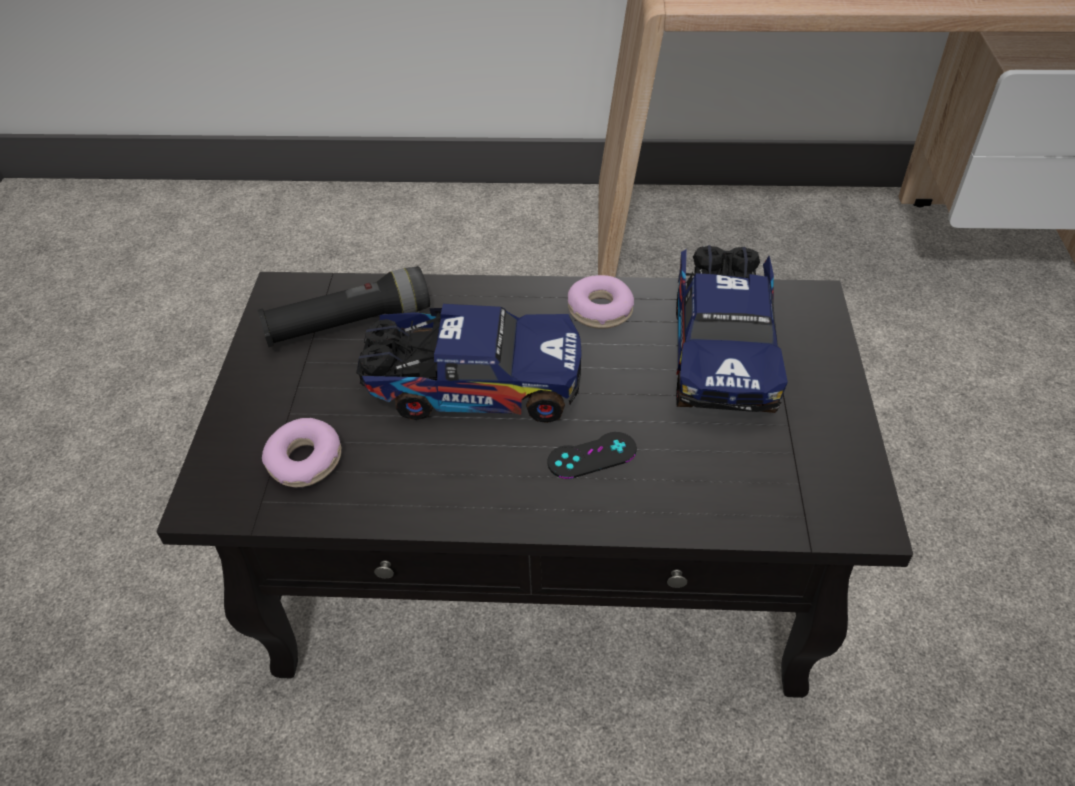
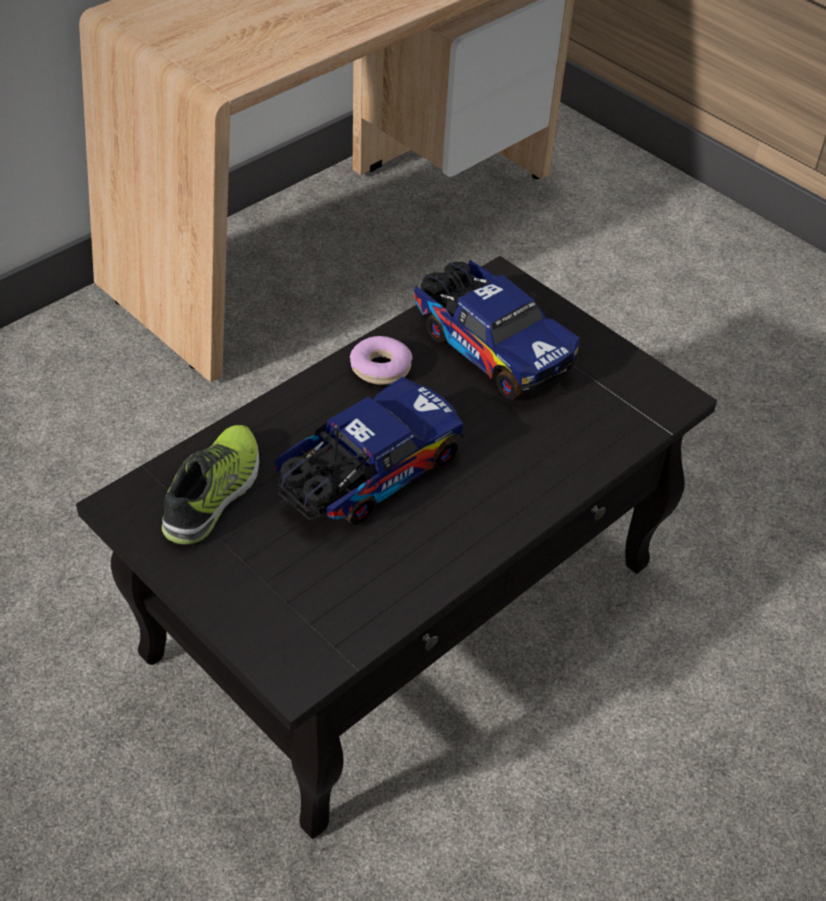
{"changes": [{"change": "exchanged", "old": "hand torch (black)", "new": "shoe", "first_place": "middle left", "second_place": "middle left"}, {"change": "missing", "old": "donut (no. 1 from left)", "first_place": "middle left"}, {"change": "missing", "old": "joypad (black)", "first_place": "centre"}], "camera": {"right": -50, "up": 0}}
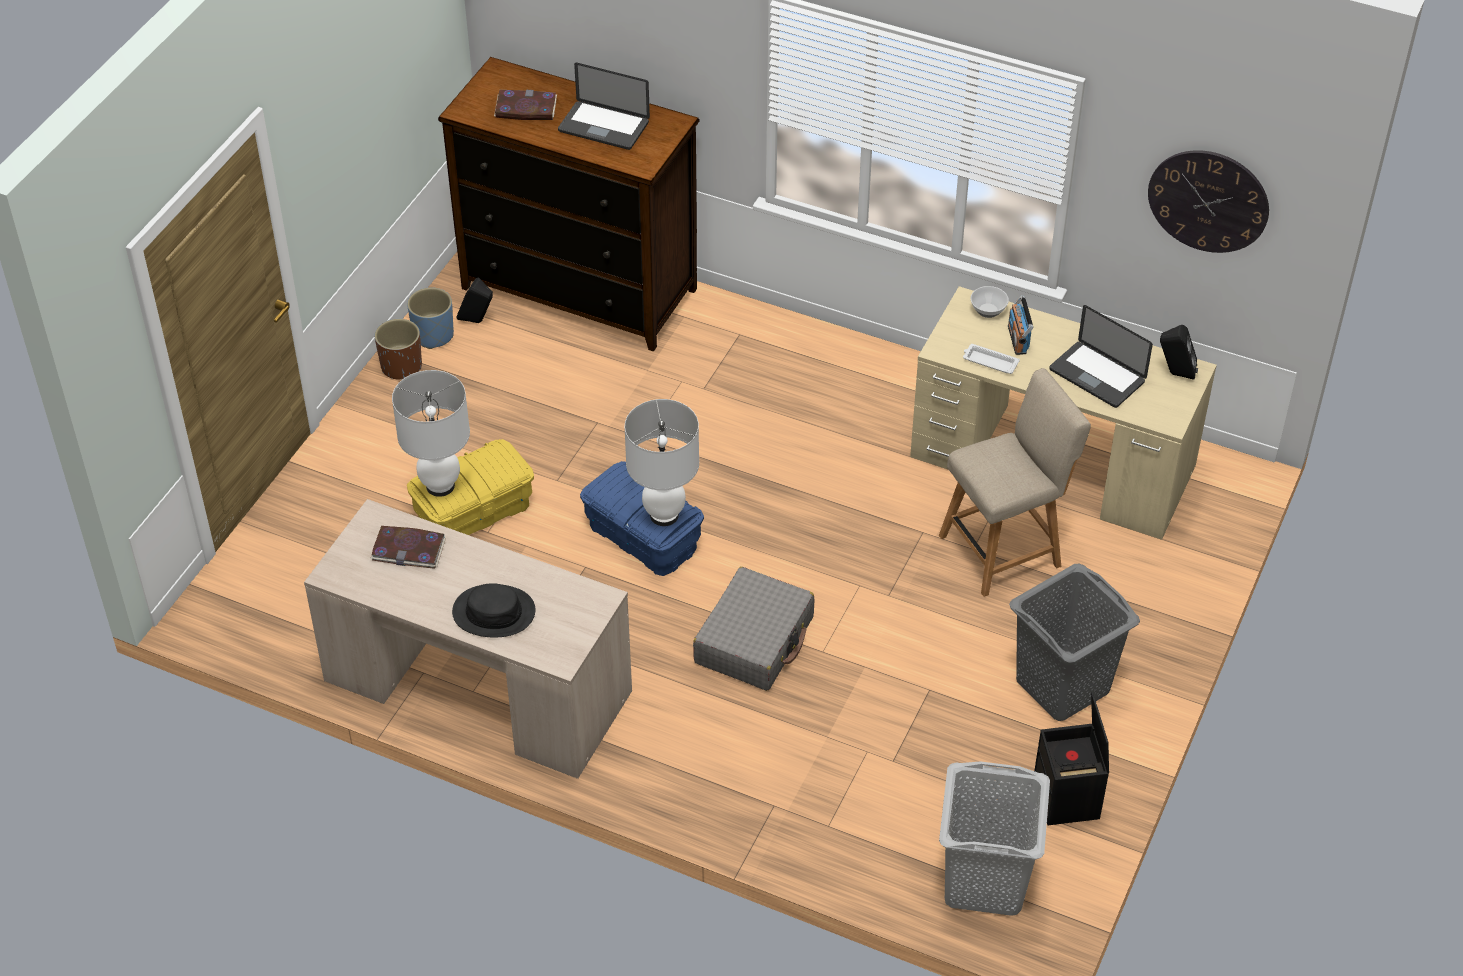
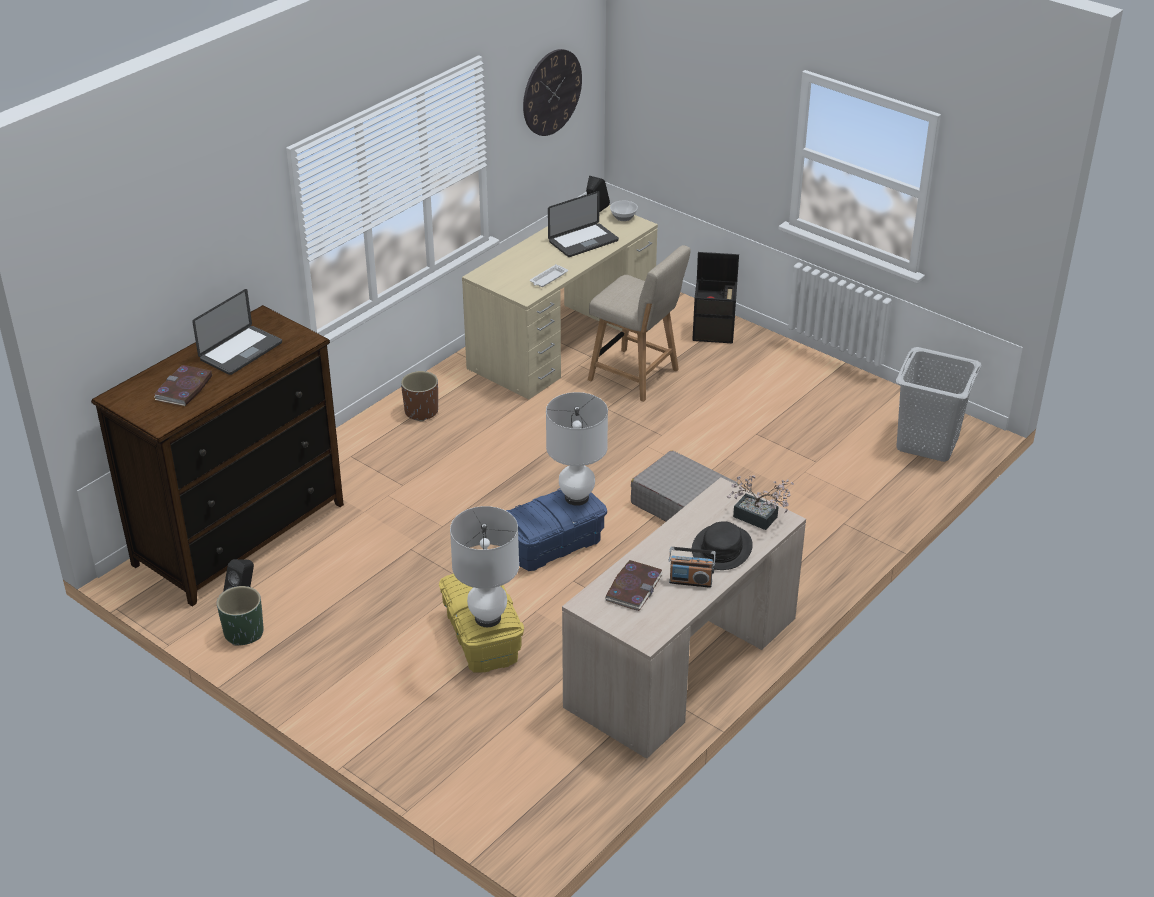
{"changes": [{"change": "relocated", "old": "plant pot (brown)", "first_place": "middle left", "second_place": "centre"}, {"change": "colour", "old": "plant pot (blue)", "new": "plant pot (green)", "first_place": "top left", "second_place": "bottom left"}, {"change": "spun", "old": "upright chair (beige-coloured)", "first_place": "middle right", "second_place": "centre", "degrees": 135}, {"change": "relocated", "old": "deep dish", "first_place": "top right", "second_place": "top centre"}, {"change": "relocated", "old": "radio receiver", "first_place": "top right", "second_place": "centre"}, {"change": "missing", "old": "laundry basket (greyish) (no. 2 from left)", "first_place": "middle right"}, {"change": "relocated", "old": "storage container (black)", "first_place": "bottom right", "second_place": "top centre"}, {"change": "appeared", "new": "plant in a pot", "second_place": "centre"}], "camera": {"right": -75, "up": -10}}
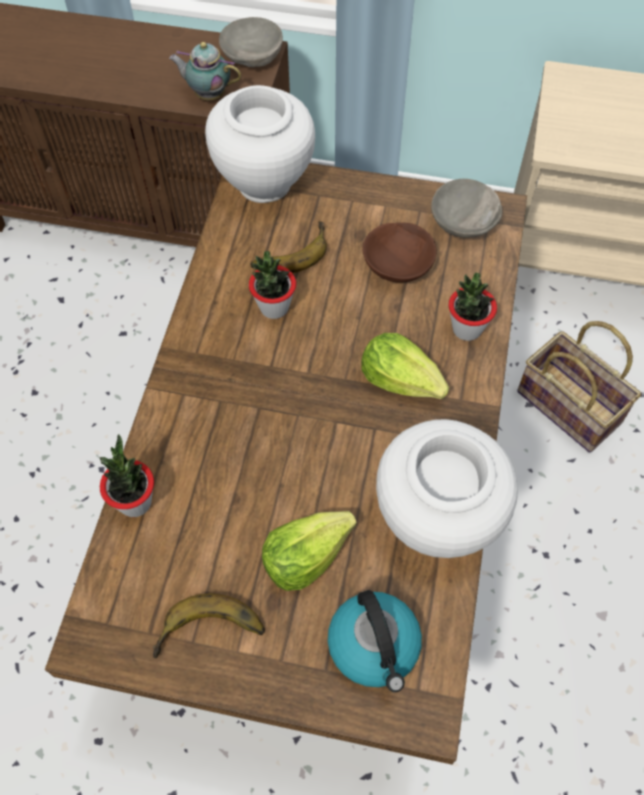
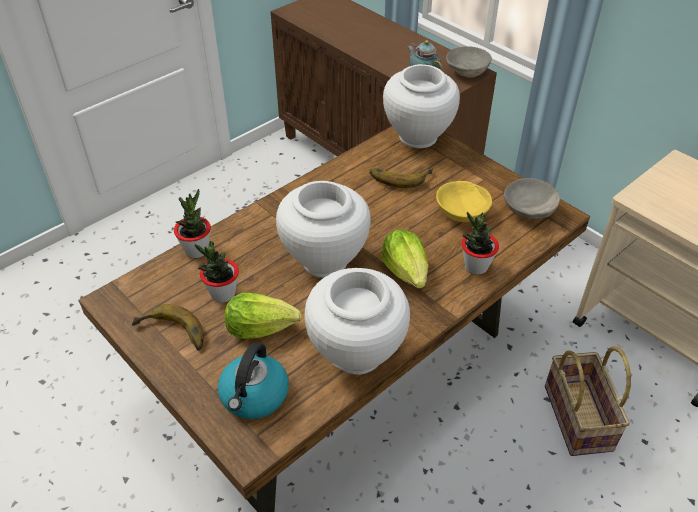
{"changes": [{"change": "relocated", "old": "plant in a pot (no. 2 from left)", "first_place": "centre", "second_place": "middle left"}, {"change": "colour", "old": "deep dish (brown)", "new": "deep dish (yellow-coloured)", "first_place": "top centre", "second_place": "centre"}, {"change": "appeared", "new": "flower vase (white-coloured) (no. 1 from left)", "second_place": "centre"}], "camera": {"right": 35, "up": -15}}
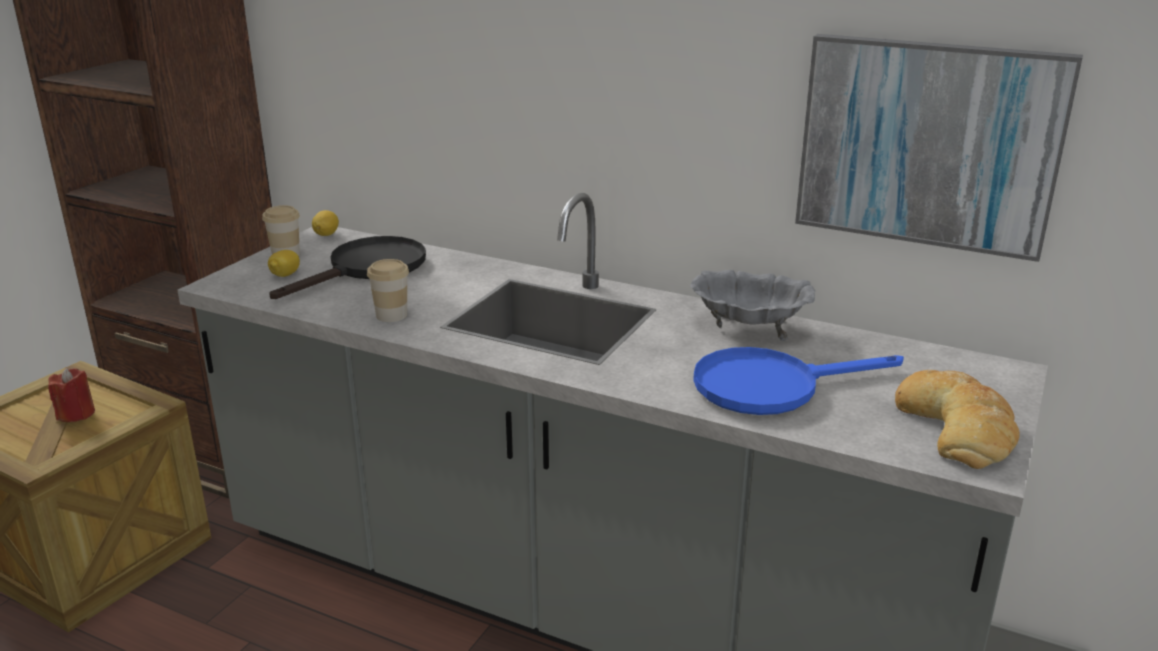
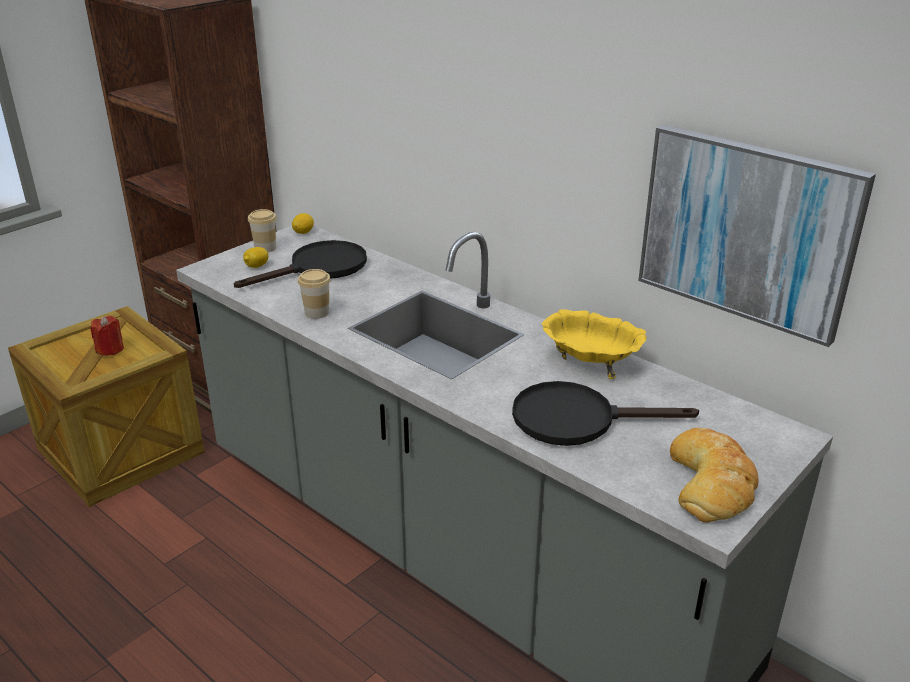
{"changes": [{"change": "colour", "old": "deep dish (greyish)", "new": "deep dish (yellow-coloured)", "first_place": "centre", "second_place": "centre"}, {"change": "colour", "old": "pan (blue)", "new": "pan (black) (no. 2 from left)", "first_place": "middle right", "second_place": "centre"}], "camera": {"right": 15, "up": 5}}
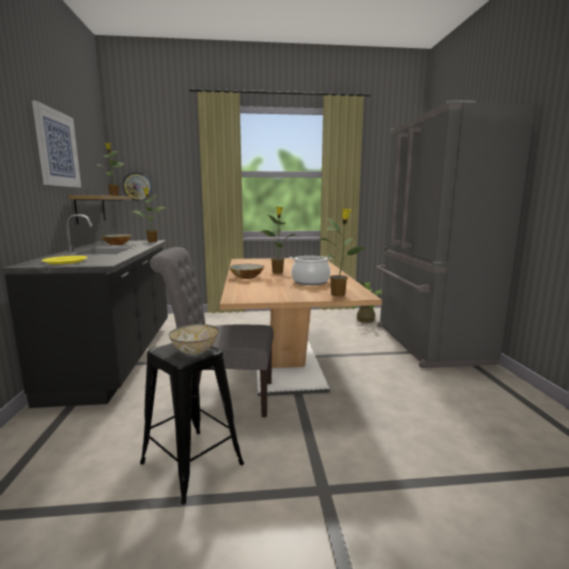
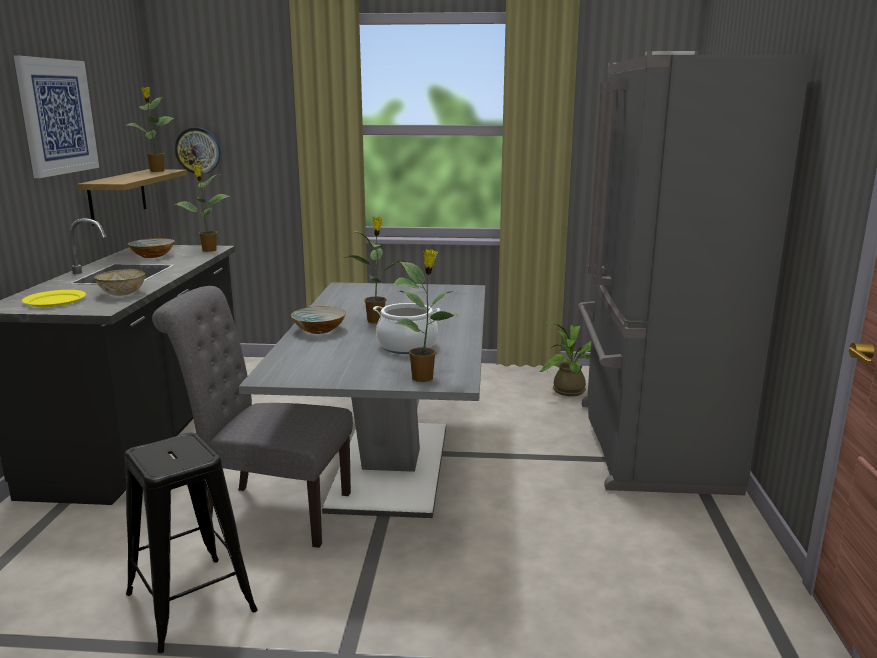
{"changes": [{"change": "relocated", "old": "deep dish (no. 2 from left in the first image)", "new": "deep dish (no. 1 from left)", "first_place": "centre", "second_place": "middle left"}, {"change": "colour", "old": "kitchen table (brown)", "new": "kitchen table (greyish)", "first_place": "centre", "second_place": "centre"}], "camera": {"right": 10, "up": 5}}
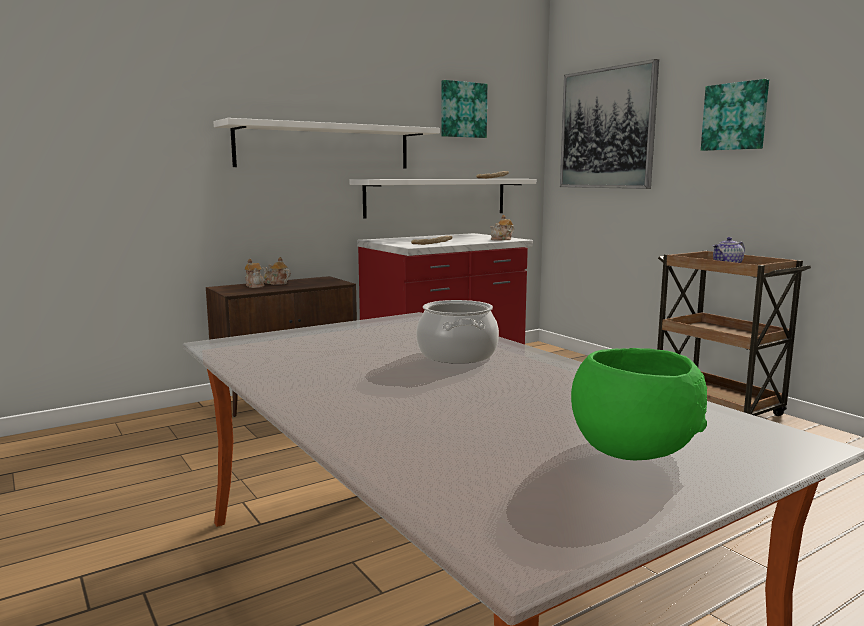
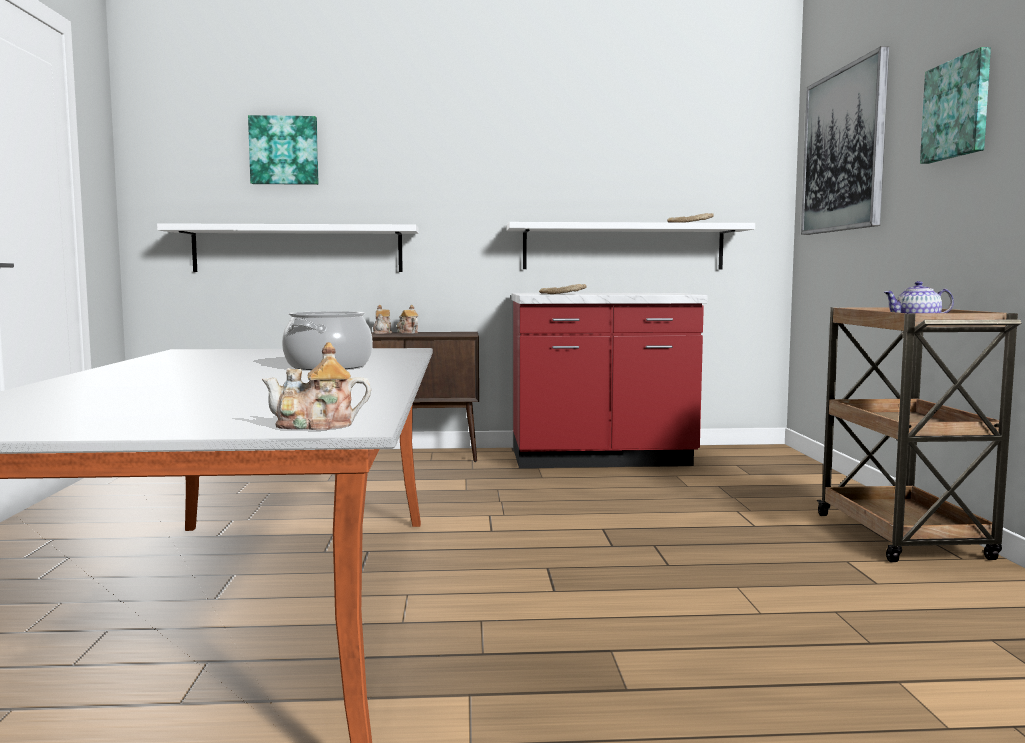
{"changes": [{"change": "relocated", "old": "wall shelf (white-coloured) (no. 1 from left)", "first_place": "top centre", "second_place": "top left"}, {"change": "relocated", "old": "wall picture (no. 1 from left)", "first_place": "top centre", "second_place": "top left"}, {"change": "relocated", "old": "tea pot (no. 3 from left in the first image)", "new": "tea pot (no. 1 from left)", "first_place": "centre", "second_place": "middle left"}, {"change": "missing", "old": "deep dish (green)", "first_place": "middle right"}], "camera": {"right": 30, "up": -5}}
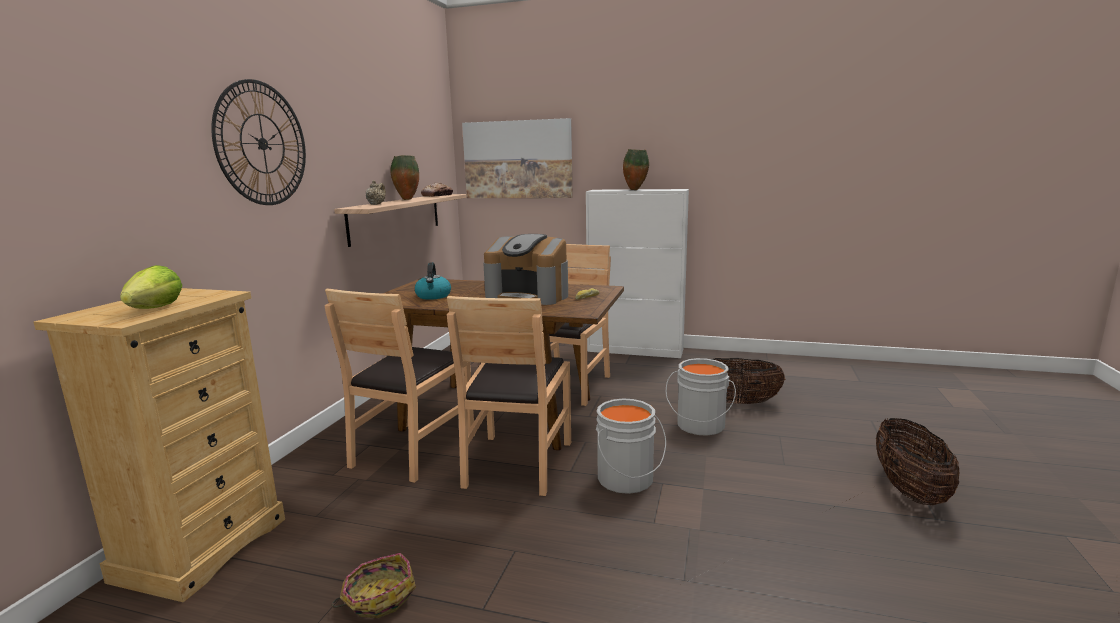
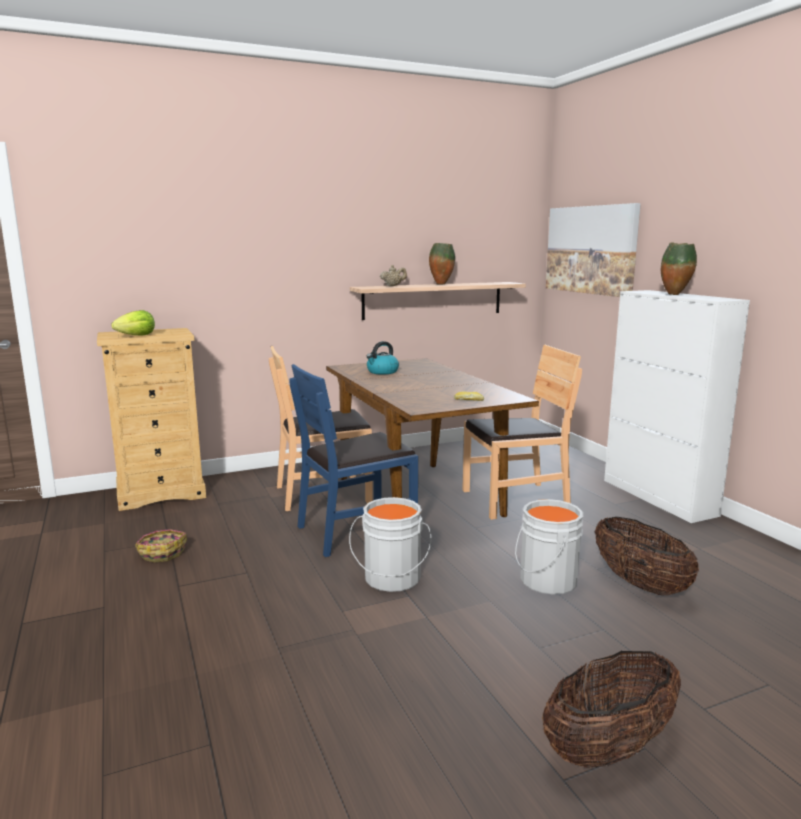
{"changes": [{"change": "missing", "old": "wall clock", "first_place": "top left"}, {"change": "missing", "old": "bread (no. 1 from left)", "first_place": "top centre"}, {"change": "colour", "old": "upright chair (brown) (no. 2 from left)", "new": "upright chair (blue)", "first_place": "centre", "second_place": "centre"}, {"change": "missing", "old": "coffee machine", "first_place": "centre"}], "camera": {"right": 50, "up": 0}}
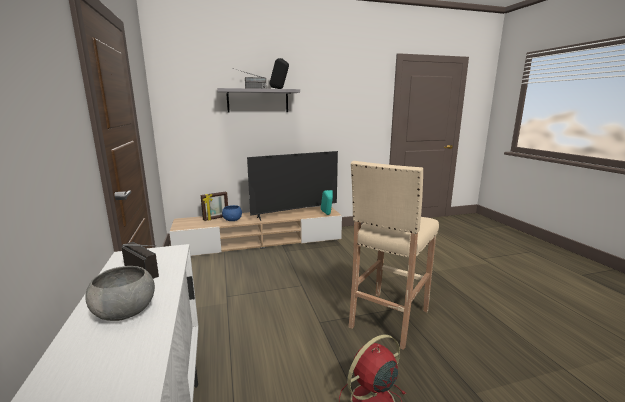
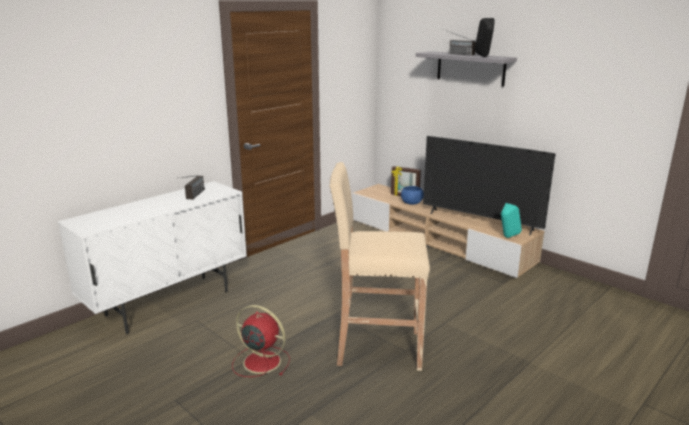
{"changes": [{"change": "missing", "old": "deep dish (greyish)", "first_place": "bottom left"}], "camera": {"right": 60, "up": 5}}
